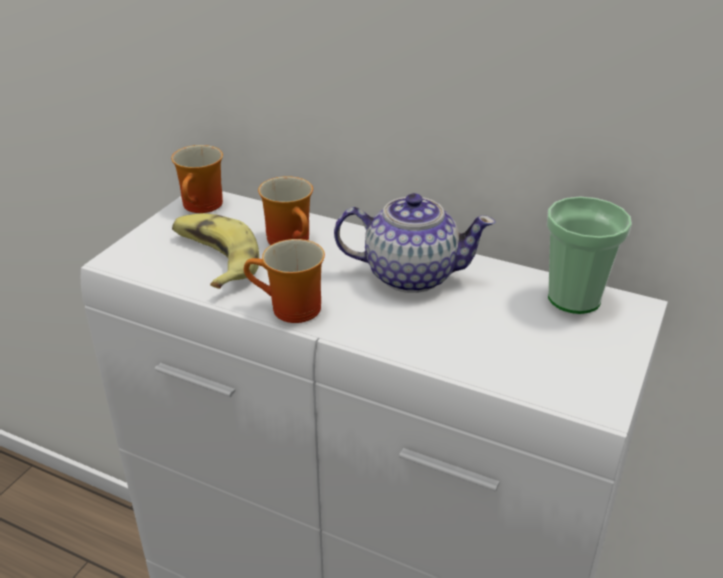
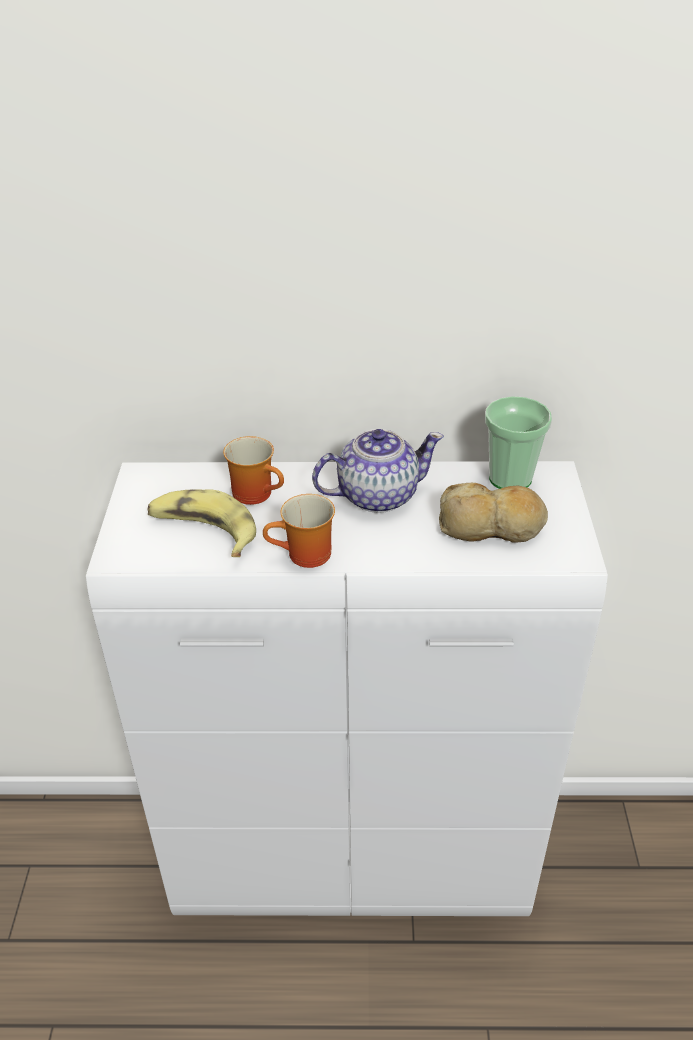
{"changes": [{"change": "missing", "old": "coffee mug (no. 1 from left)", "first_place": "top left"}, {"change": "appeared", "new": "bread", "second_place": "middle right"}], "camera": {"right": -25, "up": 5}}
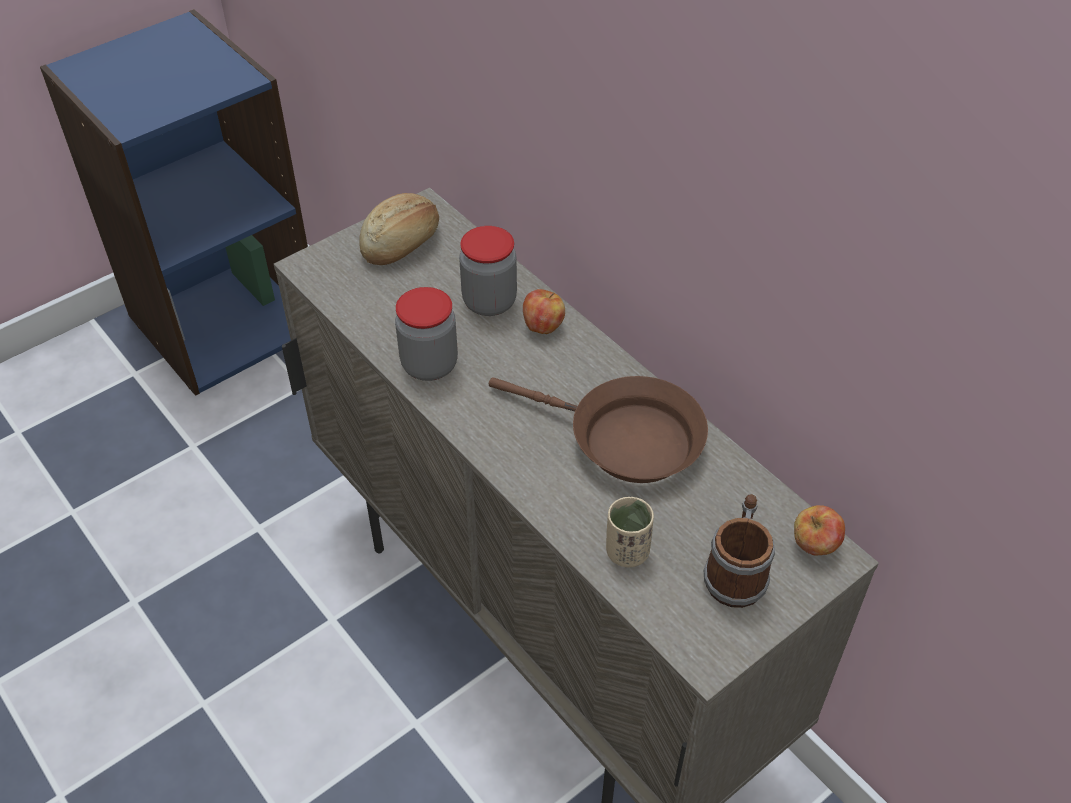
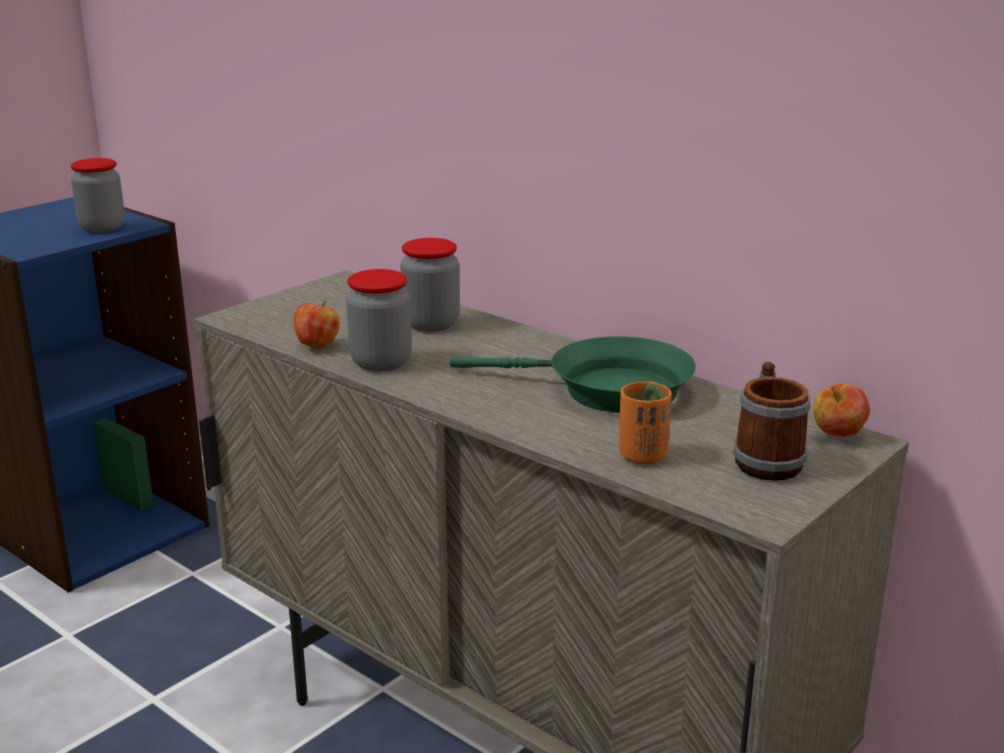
{"changes": [{"change": "missing", "old": "bread", "first_place": "top centre"}, {"change": "colour", "old": "pan (brown)", "new": "pan (green)", "first_place": "centre", "second_place": "centre"}, {"change": "relocated", "old": "apple fruit (no. 1 from left)", "first_place": "centre", "second_place": "middle left"}, {"change": "colour", "old": "drinking cup (beige-coloured)", "new": "drinking cup (orange)", "first_place": "centre", "second_place": "centre"}, {"change": "appeared", "new": "jar (no. 1 from left)", "second_place": "top left"}], "camera": {"right": -10, "up": -25}}
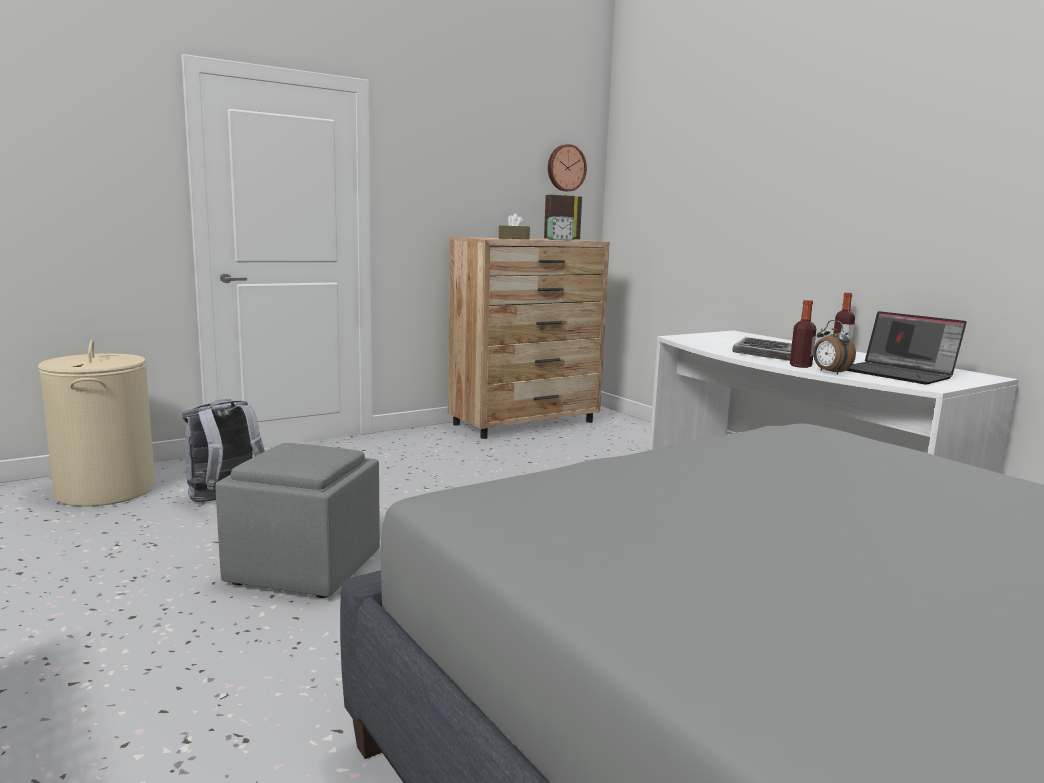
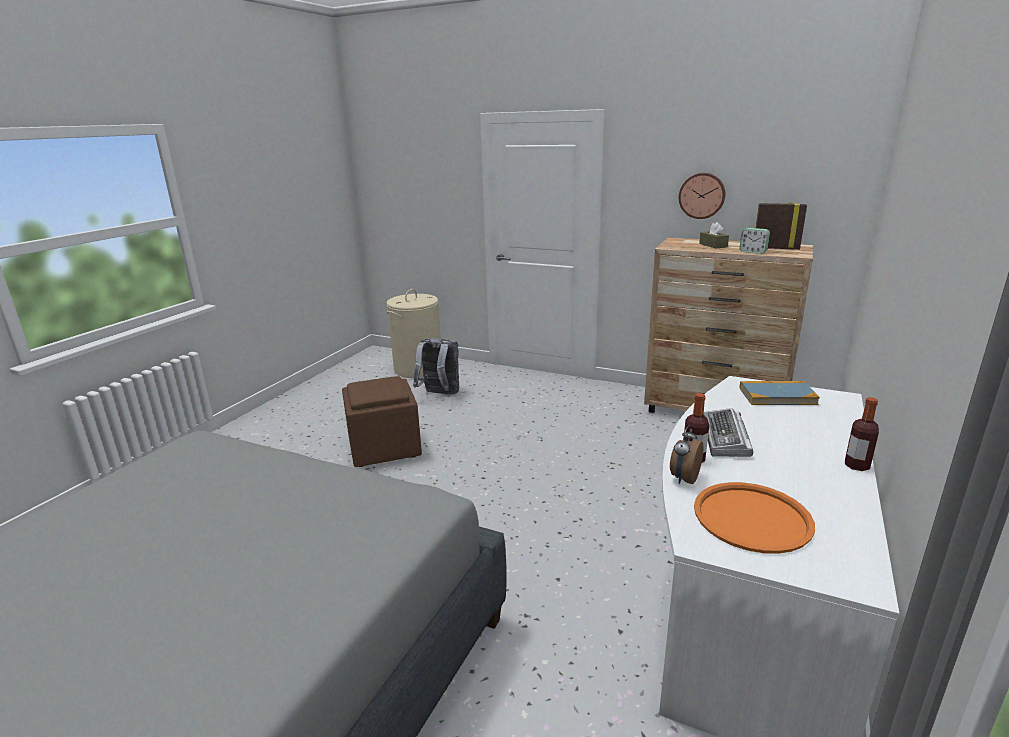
{"changes": [{"change": "colour", "old": "ottoman (greyish)", "new": "ottoman (brown)", "first_place": "middle left", "second_place": "centre"}, {"change": "relocated", "old": "wall clock", "first_place": "top centre", "second_place": "top right"}, {"change": "exchanged", "old": "laptop", "new": "serving tray (orange)", "first_place": "middle right", "second_place": "bottom right"}, {"change": "appeared", "new": "bound book", "second_place": "middle right"}], "camera": {"right": 60, "up": 10}}
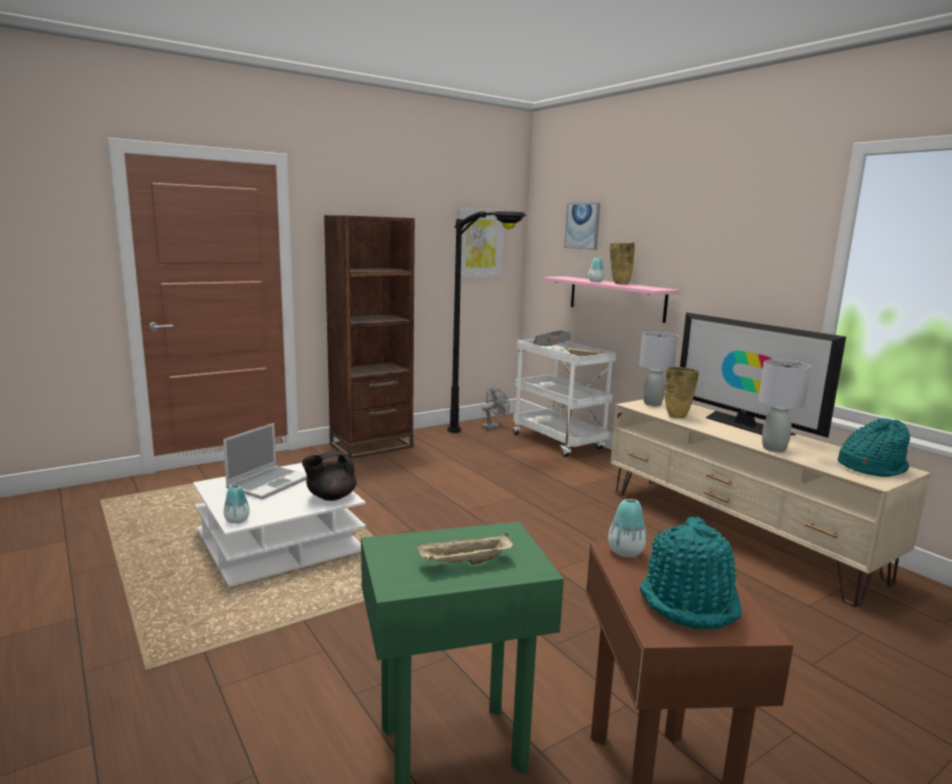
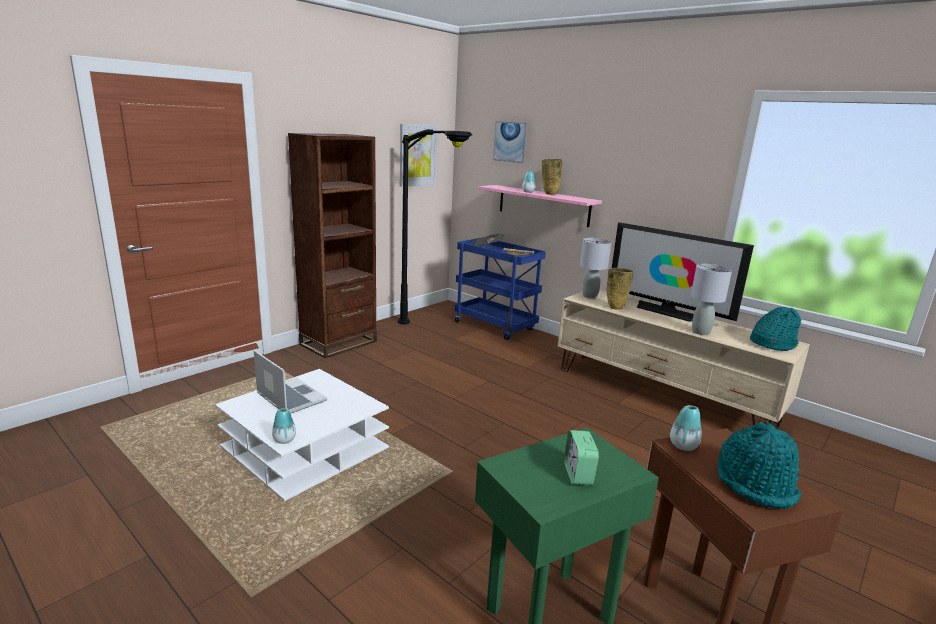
{"changes": [{"change": "spun", "old": "laptop", "first_place": "middle left", "second_place": "middle left", "degrees": -60}, {"change": "missing", "old": "tea pot (black)", "first_place": "centre"}, {"change": "exchanged", "old": "serving tray (beige-coloured) (no. 1 from left)", "new": "table clock", "first_place": "bottom centre", "second_place": "bottom centre"}, {"change": "missing", "old": "electric fan (greyish)", "first_place": "centre"}, {"change": "colour", "old": "trolley (white-coloured)", "new": "trolley (blue)", "first_place": "centre", "second_place": "centre"}], "camera": {"right": -15, "up": 5}}
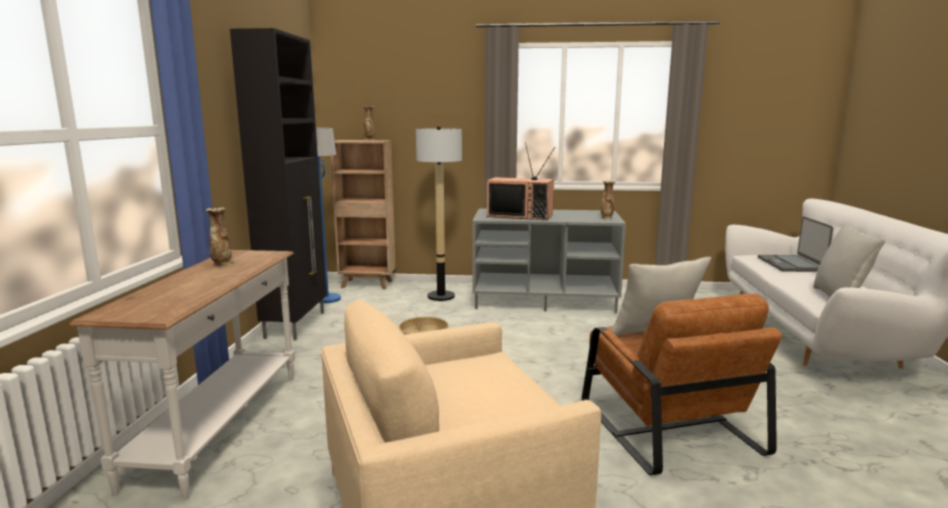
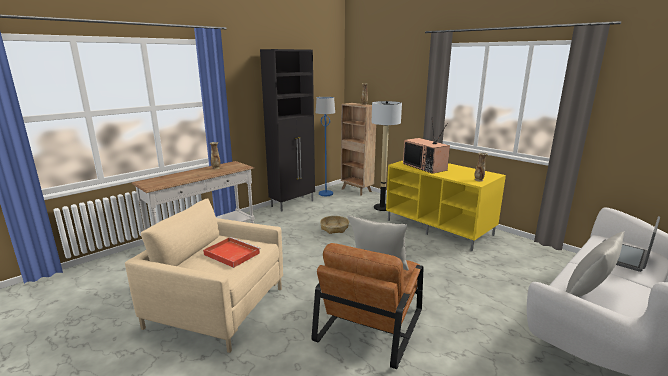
{"changes": [{"change": "colour", "old": "media console (greyish)", "new": "media console (yellow-coloured)", "first_place": "centre", "second_place": "middle right"}, {"change": "appeared", "new": "serving tray (red-coloured)", "second_place": "bottom centre"}], "camera": {"right": 40, "up": 5}}
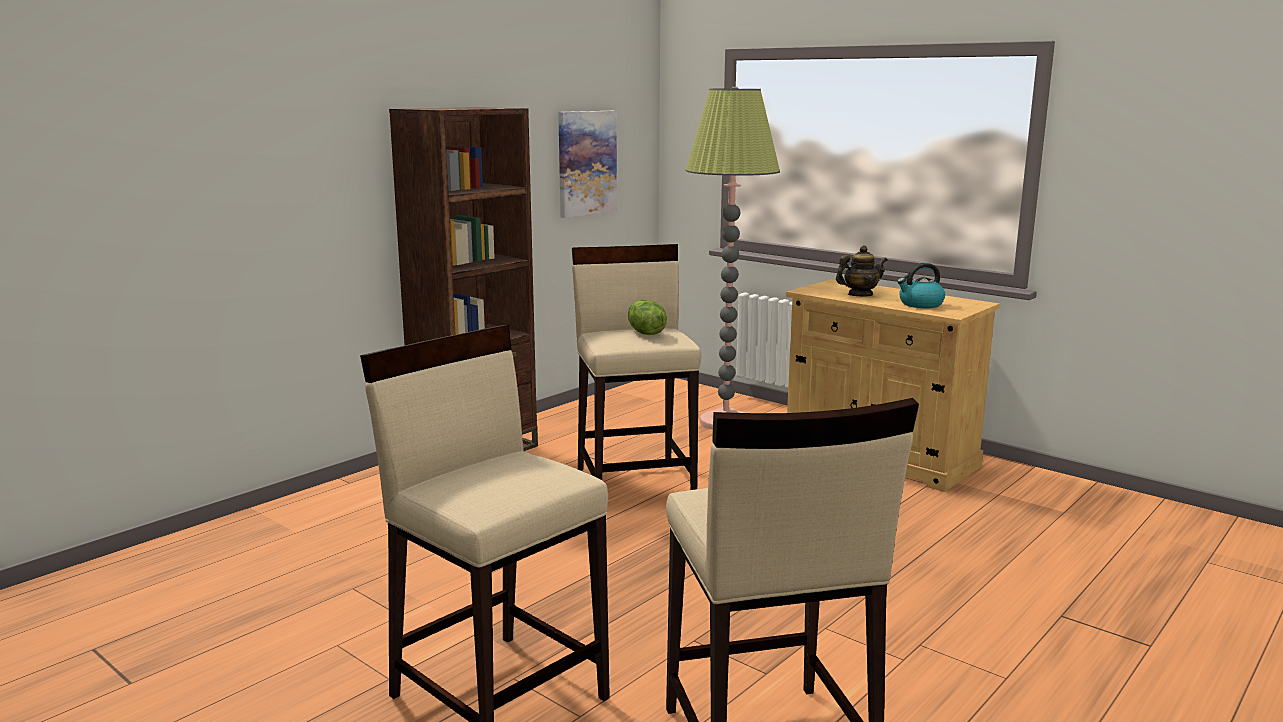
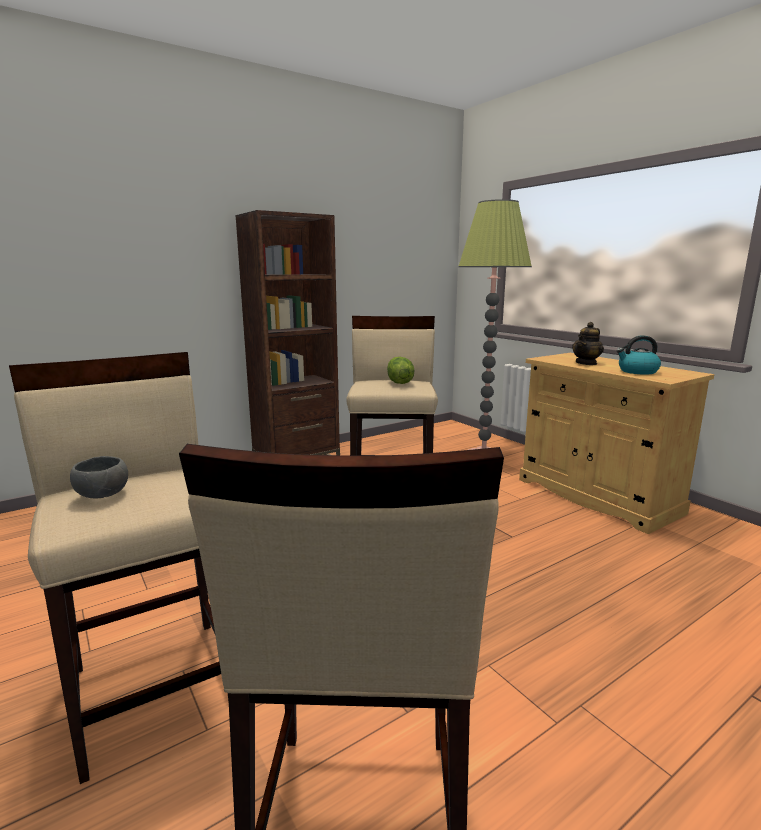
{"changes": [{"change": "missing", "old": "wall picture", "first_place": "top centre"}, {"change": "spun", "old": "tea pot", "first_place": "middle right", "second_place": "middle right", "degrees": 135}, {"change": "appeared", "new": "deep dish (greyish)", "second_place": "middle left"}], "camera": {"right": 15, "up": 0}}
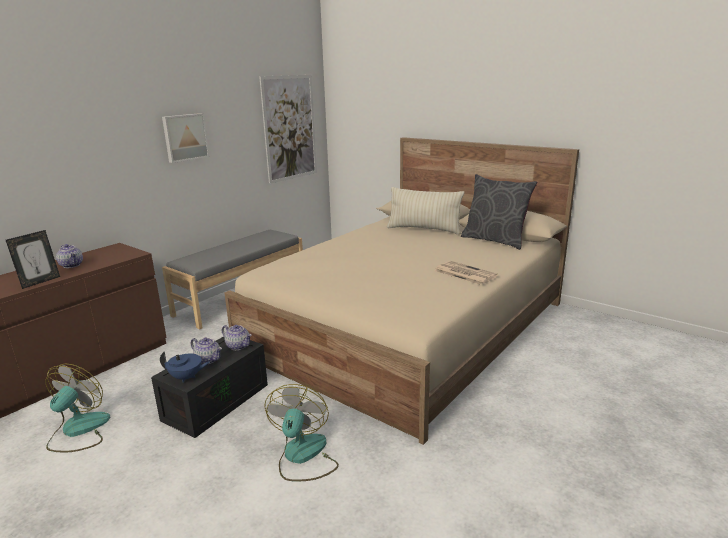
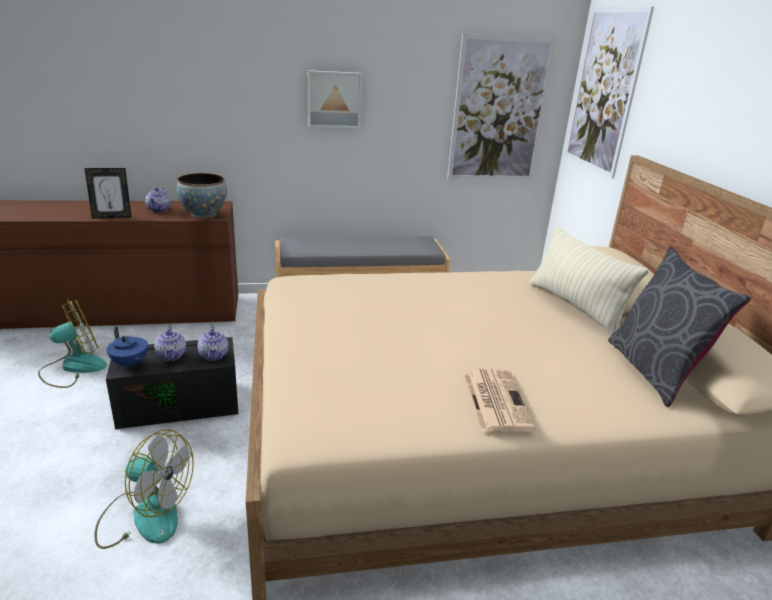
{"changes": [{"change": "spun", "old": "electric fan (no. 2 from left)", "first_place": "bottom centre", "second_place": "bottom left", "degrees": 60}, {"change": "appeared", "new": "deep dish", "second_place": "top left"}, {"change": "appeared", "new": "wall picture (no. 3 from left)", "second_place": "top right"}], "camera": {"right": 40, "up": 5}}
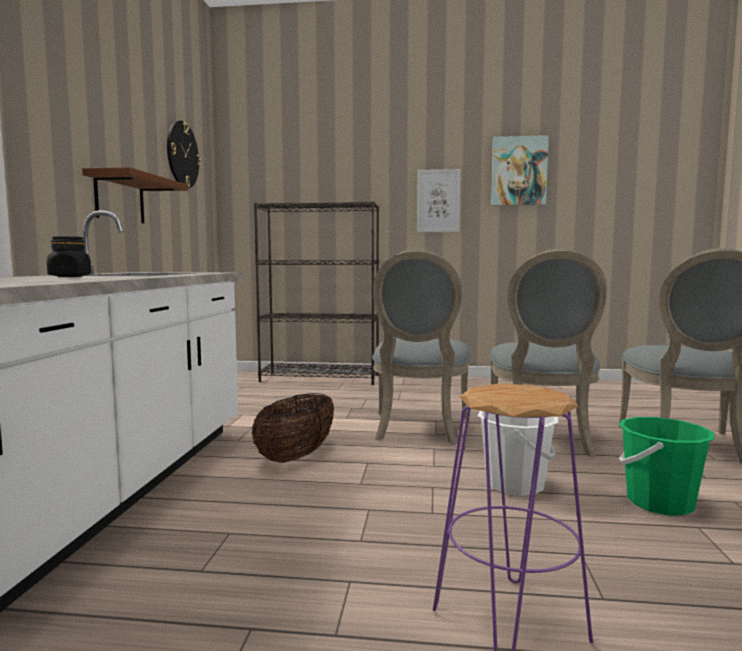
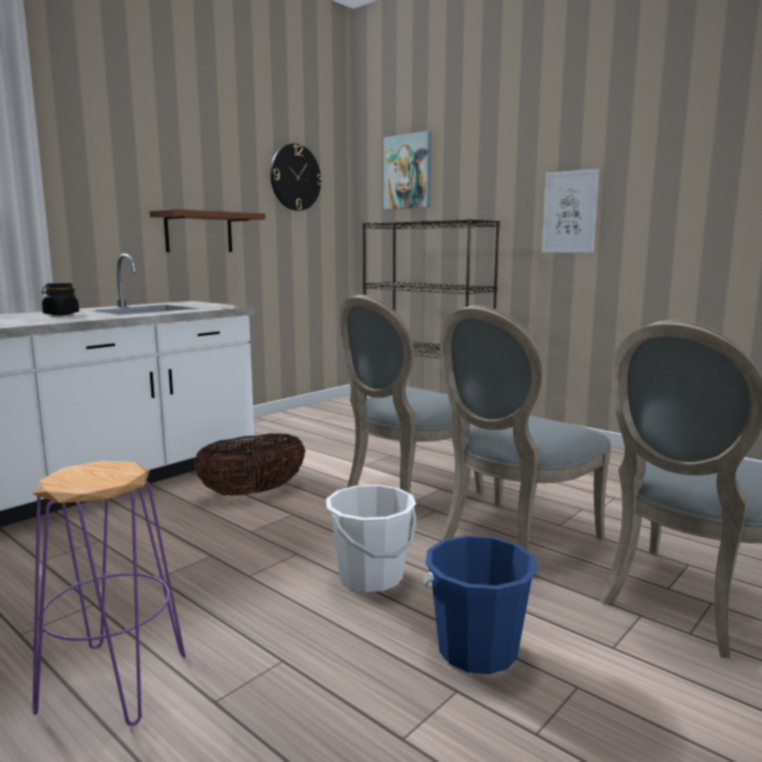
{"changes": [{"change": "relocated", "old": "wall picture (no. 2 from left in the first image)", "new": "wall picture (no. 1 from left)", "first_place": "top right", "second_place": "top centre"}, {"change": "colour", "old": "water bucket (green)", "new": "water bucket (blue)", "first_place": "bottom right", "second_place": "bottom centre"}], "camera": {"right": 35, "up": 5}}
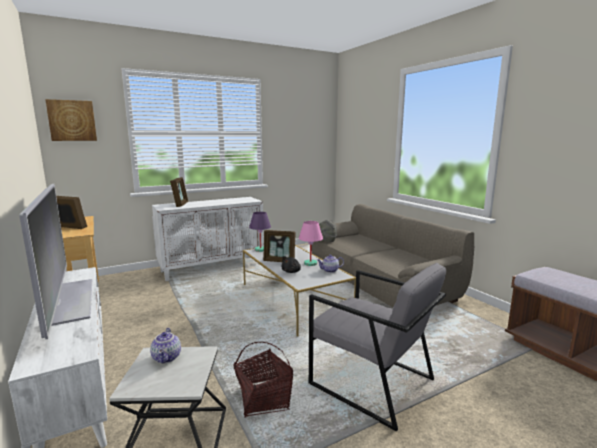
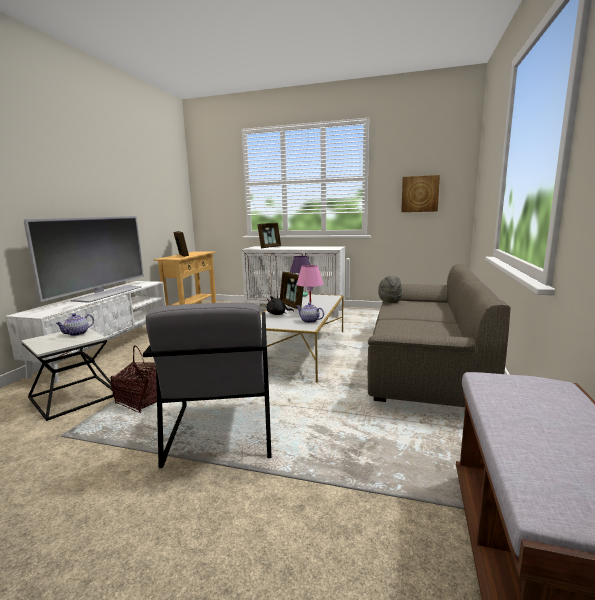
{"changes": [{"change": "relocated", "old": "wall picture", "first_place": "top left", "second_place": "top right"}], "camera": {"right": 45, "up": 0}}
